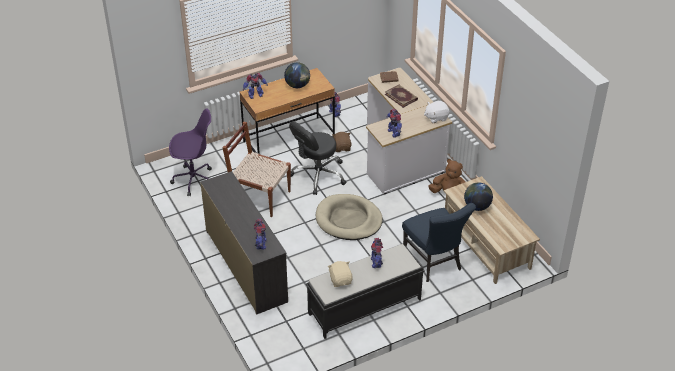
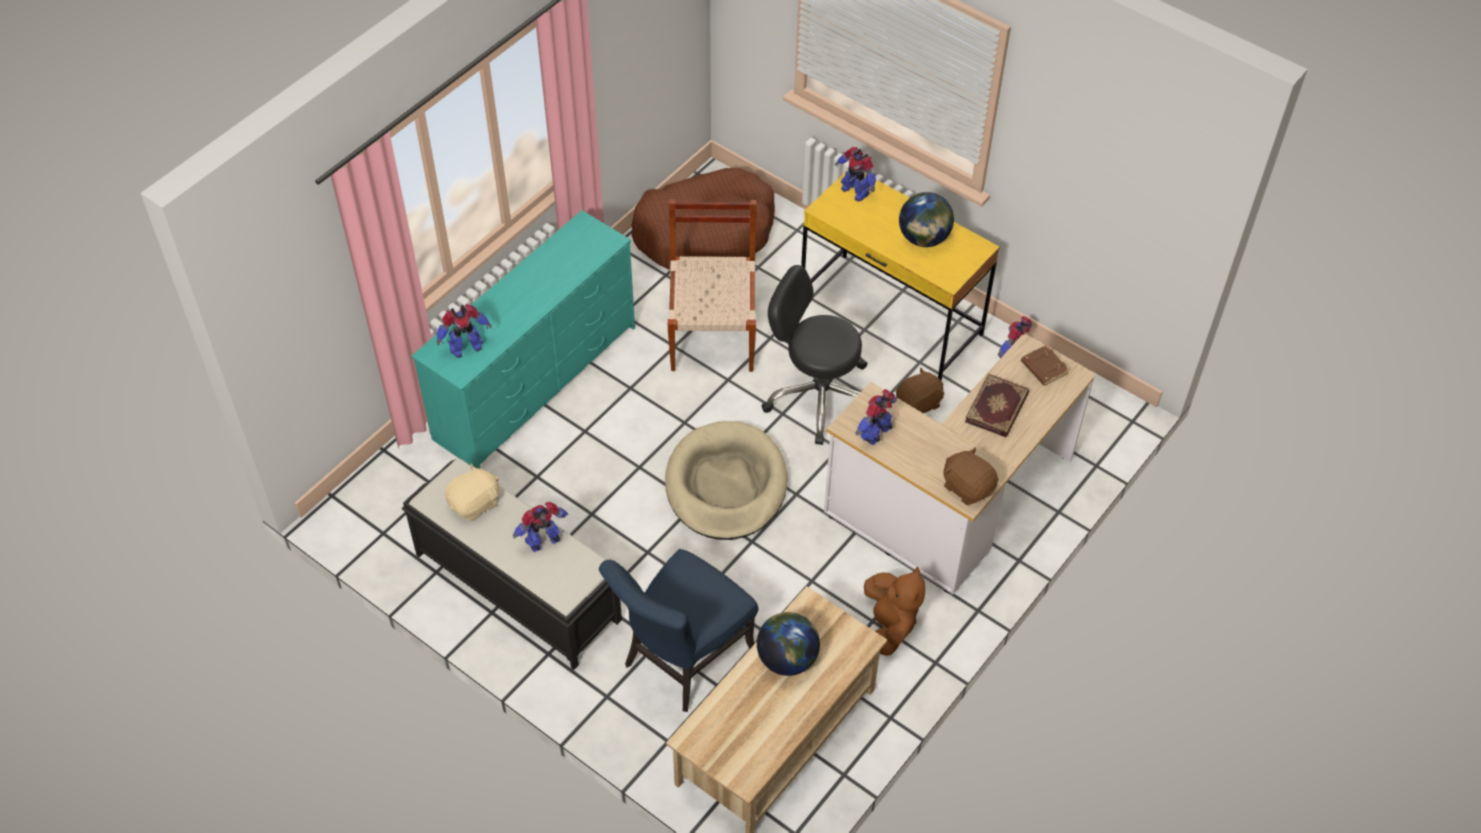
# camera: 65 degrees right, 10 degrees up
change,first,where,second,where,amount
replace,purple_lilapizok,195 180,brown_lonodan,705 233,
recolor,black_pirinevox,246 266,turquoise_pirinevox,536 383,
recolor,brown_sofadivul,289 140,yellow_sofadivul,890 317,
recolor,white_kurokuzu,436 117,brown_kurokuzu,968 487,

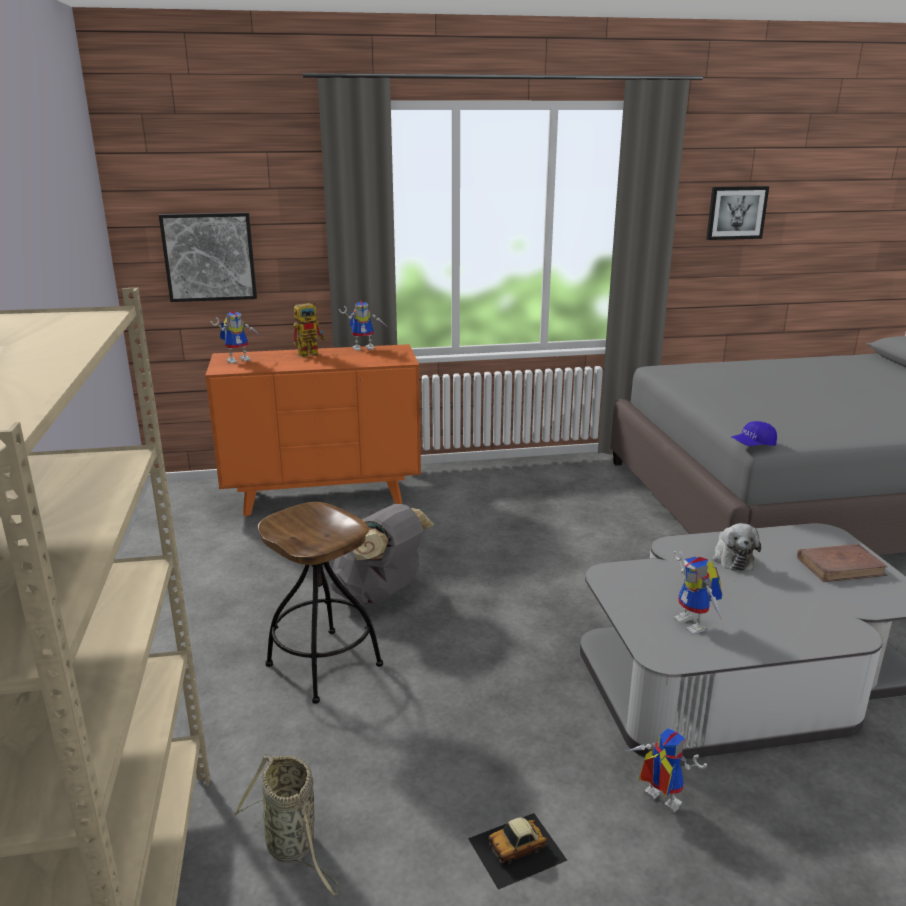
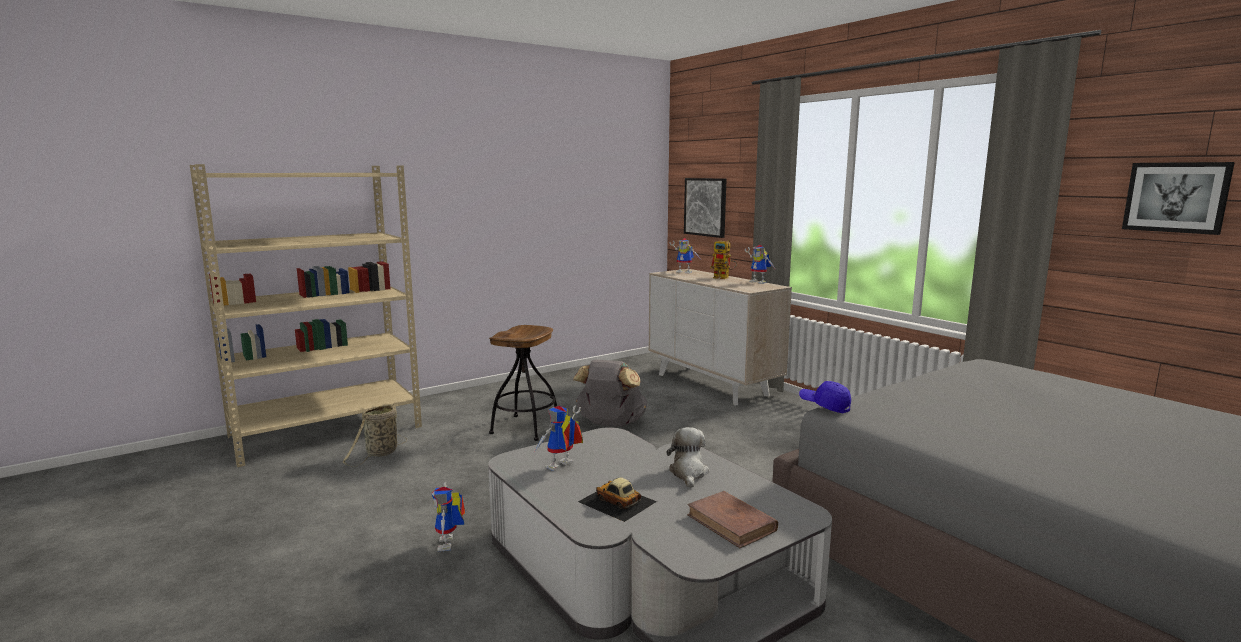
# camera: 65 degrees right, 10 degrees down
change,first,where,second,where,amount
recolor,orange_pirinevox,323 495,white_pirinevox,712 384,
move,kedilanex,517 849,,617 502,
rotate,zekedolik,656 801,,449 545,150 degrees clockwise
rotate,kurokuzu,732 558,,688 473,120 degrees clockwise

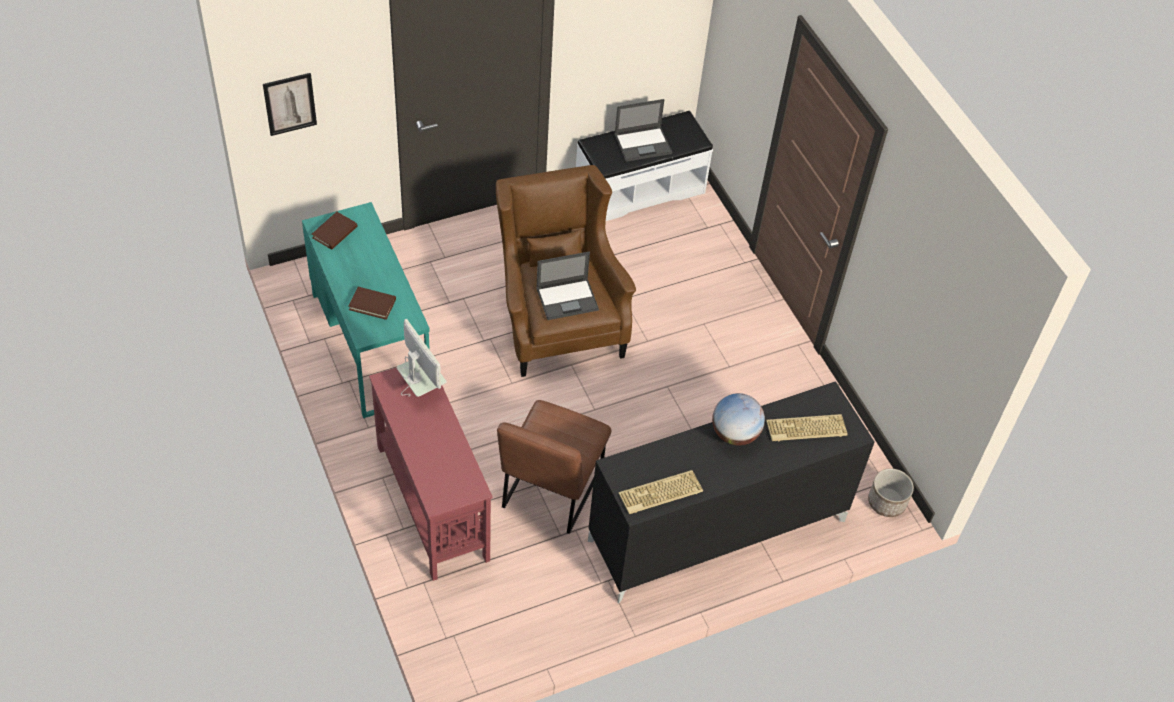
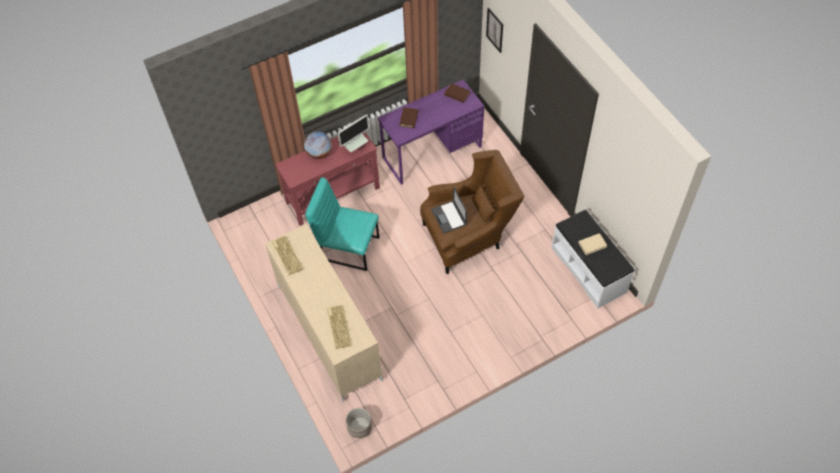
# camera: 90 degrees right, 5 degrees up
change,first,where,second,where,amount
recolor,turquoise_sofadivul,371 344,purple_sofadivul,432 152,
recolor,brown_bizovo,550 488,turquoise_bizovo,348 247,
recolor,black_pirinevox,717 531,beige_pirinevox,328 332,
replace,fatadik,643 144,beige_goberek,592 244,
move,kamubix,735 434,,319 153,

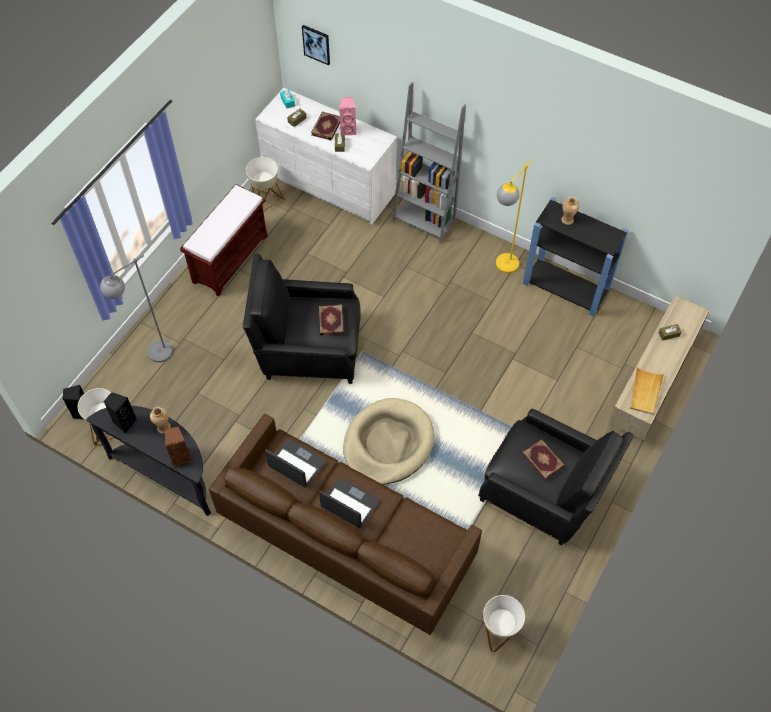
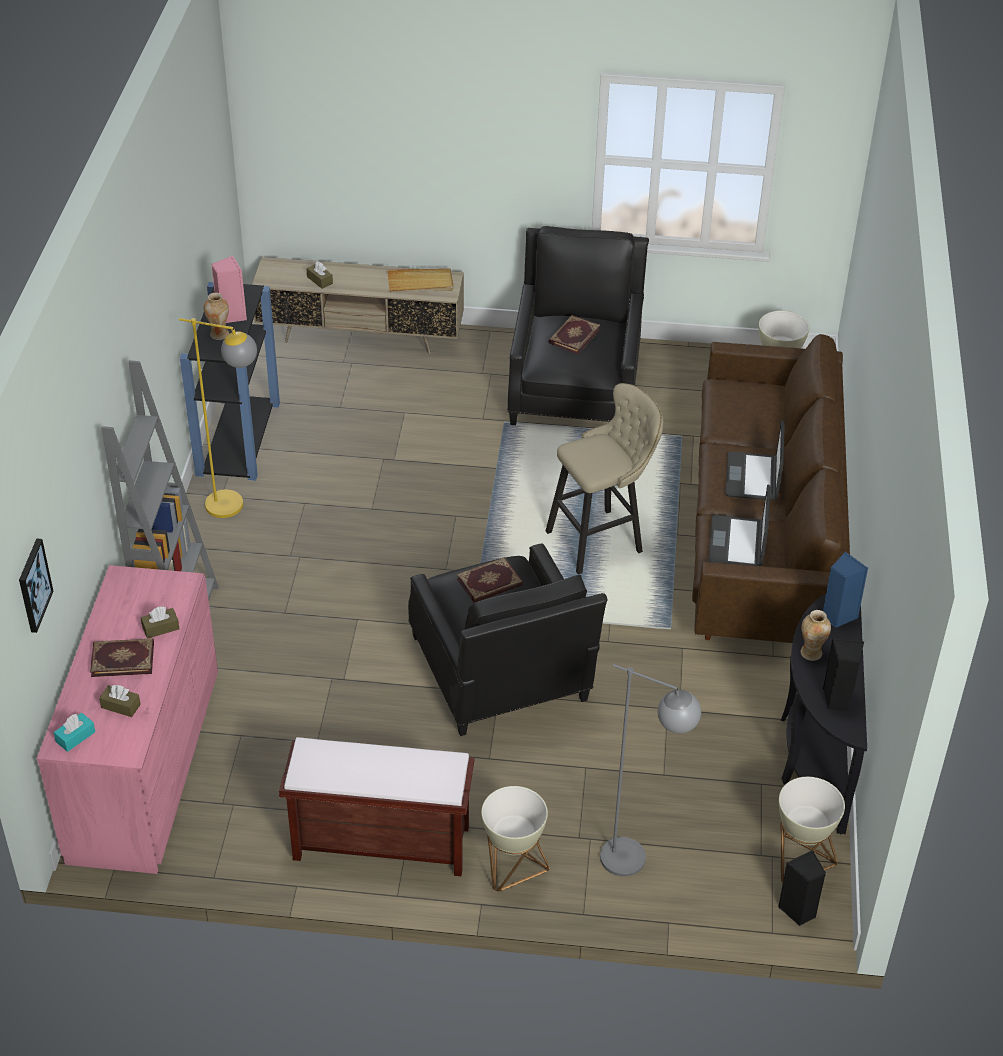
# camera: 115 degrees left, 15 degrees down
change,first,where,second,where,amount
recolor,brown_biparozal,181 456,blue_biparozal,837 616,
move,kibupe,266 199,,512 868,
recolor,white_pirinevox,329 184,pink_pirinevox,144 768,
move,pink_biparozal,348 130,,231 315,
replace,beige_lonodan,388 443,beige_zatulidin,604 538,

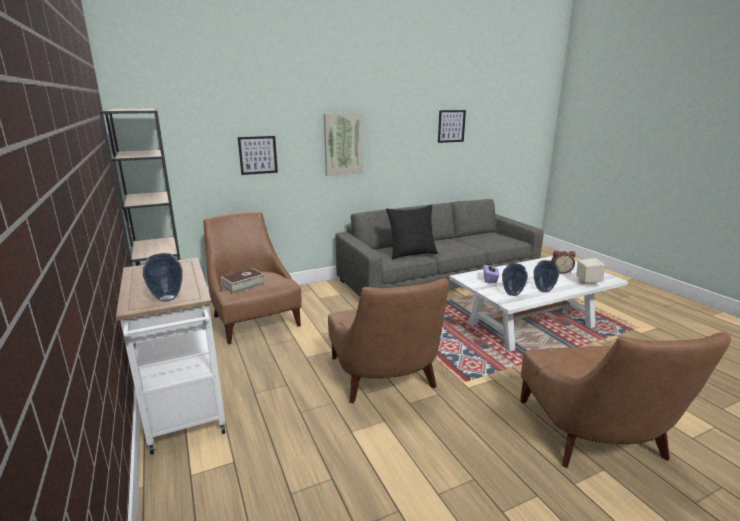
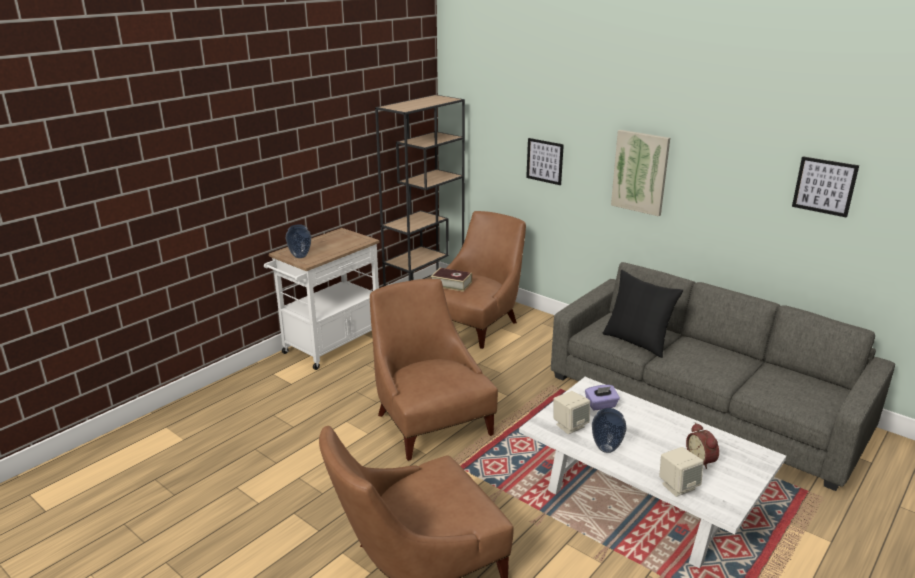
# camera: 65 degrees right, 5 degrees up
change,first,where,second,where,amount
rotate,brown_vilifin,385 379,,429 419,105 degrees clockwise
replace,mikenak,512 293,beige_biparozal,570 425,

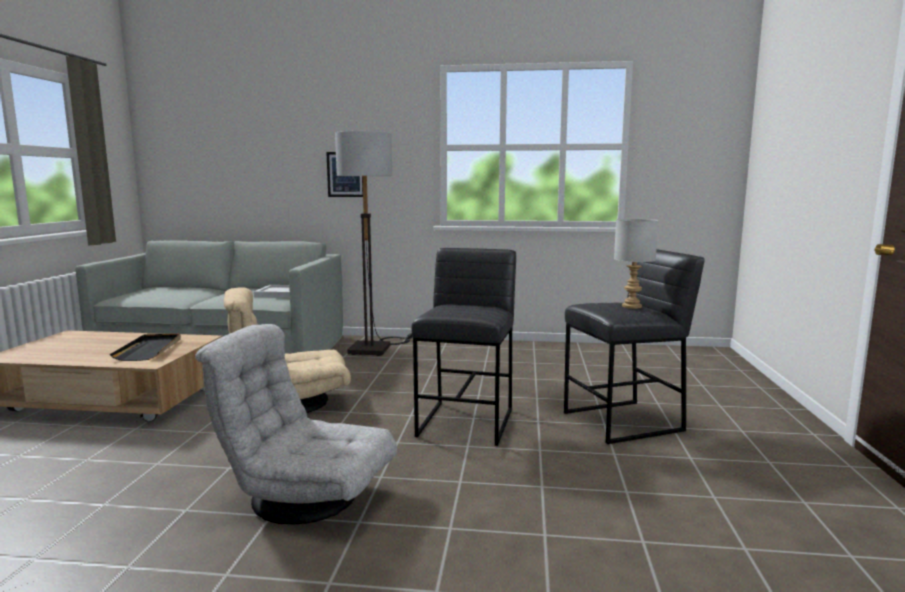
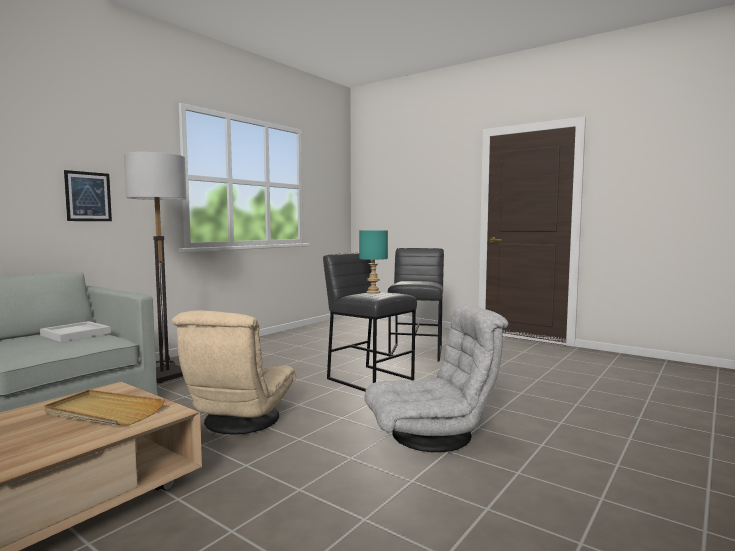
# camera: 60 degrees left, 5 degrees down
change,first,where,second,where,amount
recolor,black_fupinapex,149 349,beige_fupinapex,103 412,
rotate,grey_vilifin,308 496,,431 436,150 degrees counterclockwise
delete,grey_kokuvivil,631 306,,,
insert,,,turquoise_kokuvivil,373 292,

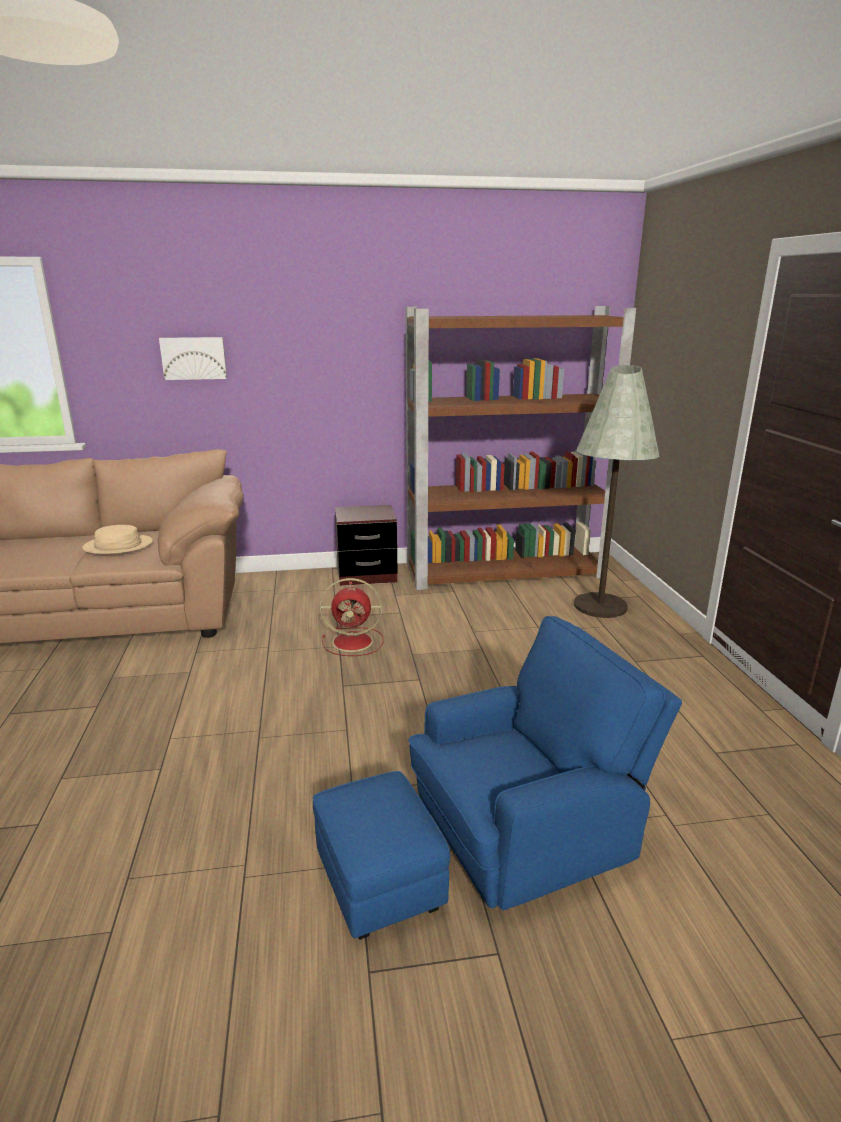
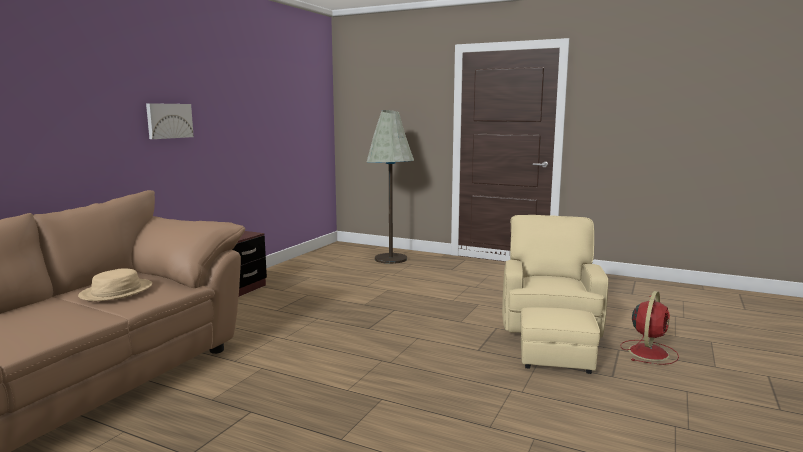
# camera: 55 degrees left, 10 degrees down
change,first,where,second,where,amount
move,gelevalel,194 358,,169 121,
recolor,blue_vilifin,494 841,beige_vilifin,551 331,
move,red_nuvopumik,354 642,,649 352,
delete,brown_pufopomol,504 571,,,

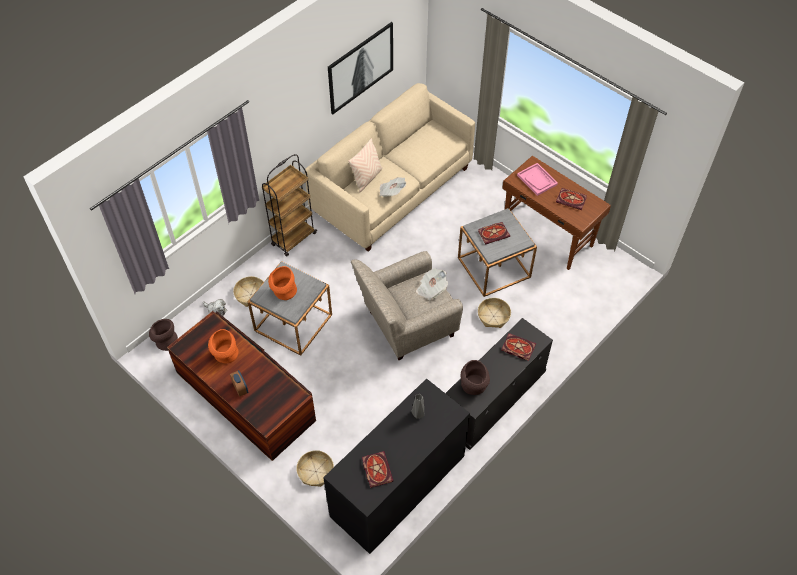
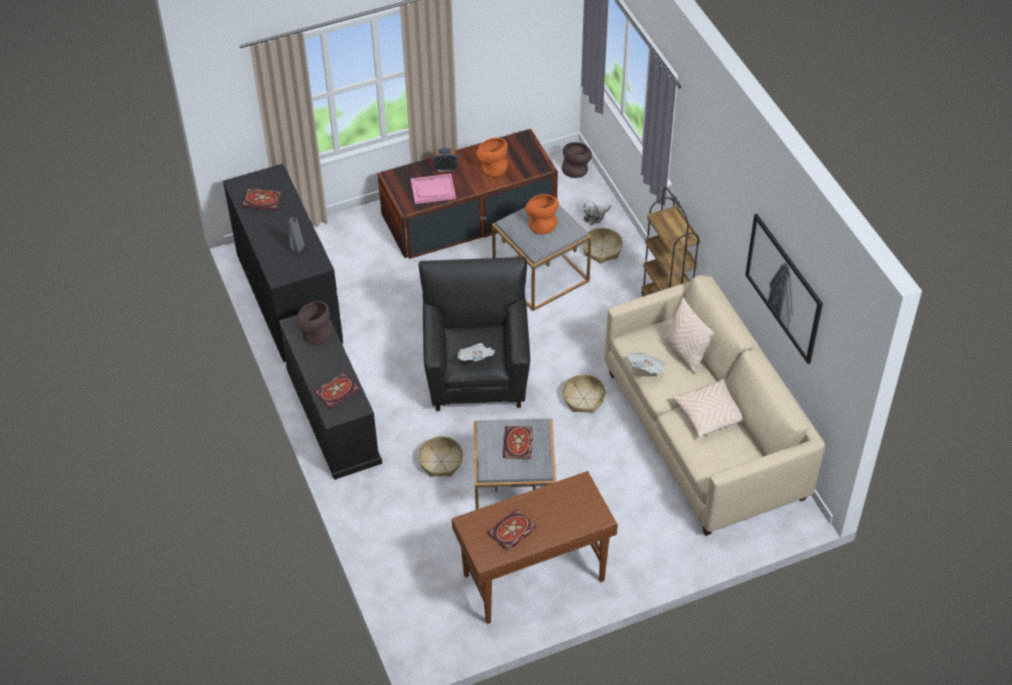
# camera: 115 degrees right, 5 degrees down
change,first,where,second,where,amount
move,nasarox,315 471,,583 398,
recolor,beige_vilifin,407 325,black_vilifin,476 373,
move,pink_fupinapex,537 180,,433 190,
insert,,,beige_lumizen,710 414,

